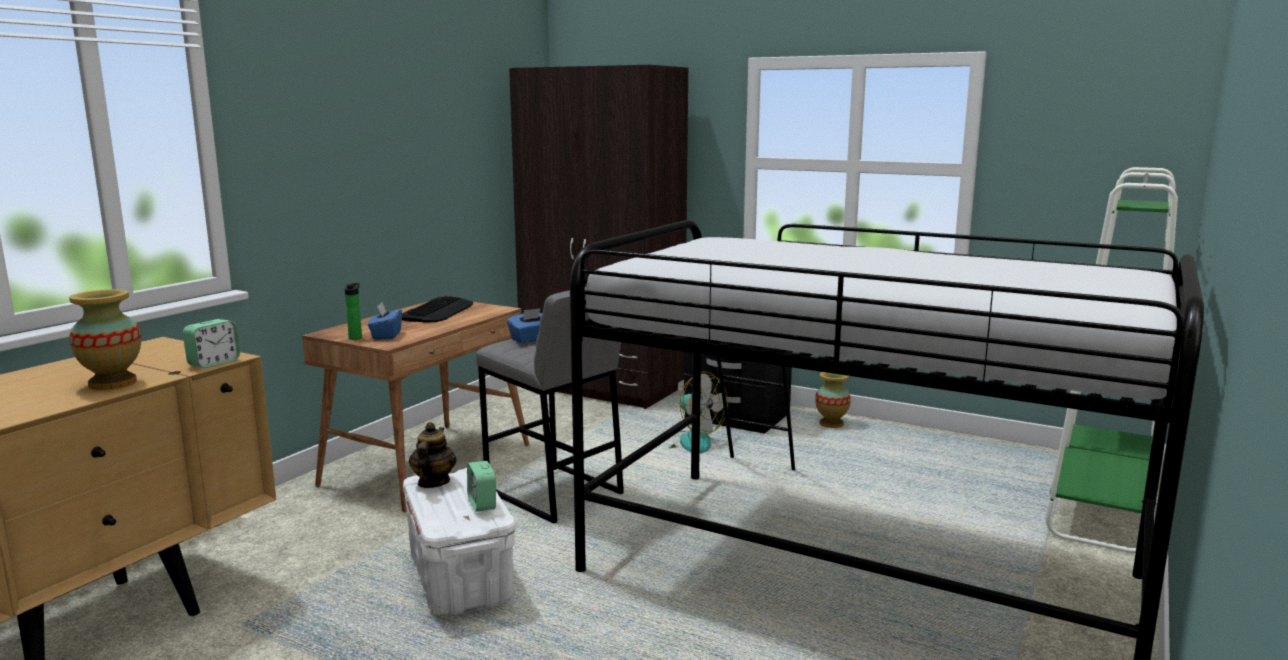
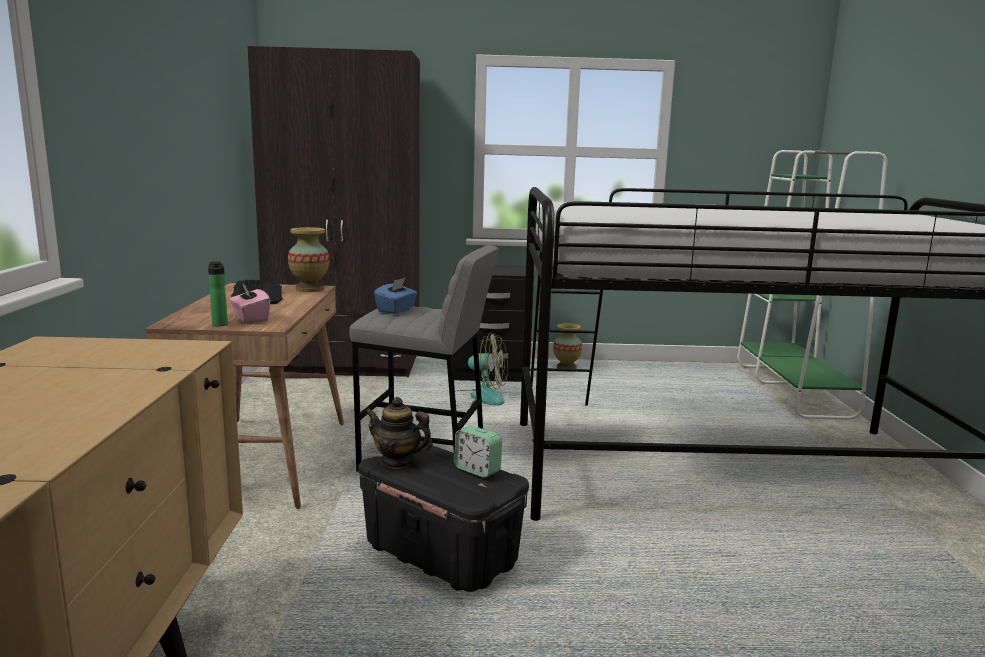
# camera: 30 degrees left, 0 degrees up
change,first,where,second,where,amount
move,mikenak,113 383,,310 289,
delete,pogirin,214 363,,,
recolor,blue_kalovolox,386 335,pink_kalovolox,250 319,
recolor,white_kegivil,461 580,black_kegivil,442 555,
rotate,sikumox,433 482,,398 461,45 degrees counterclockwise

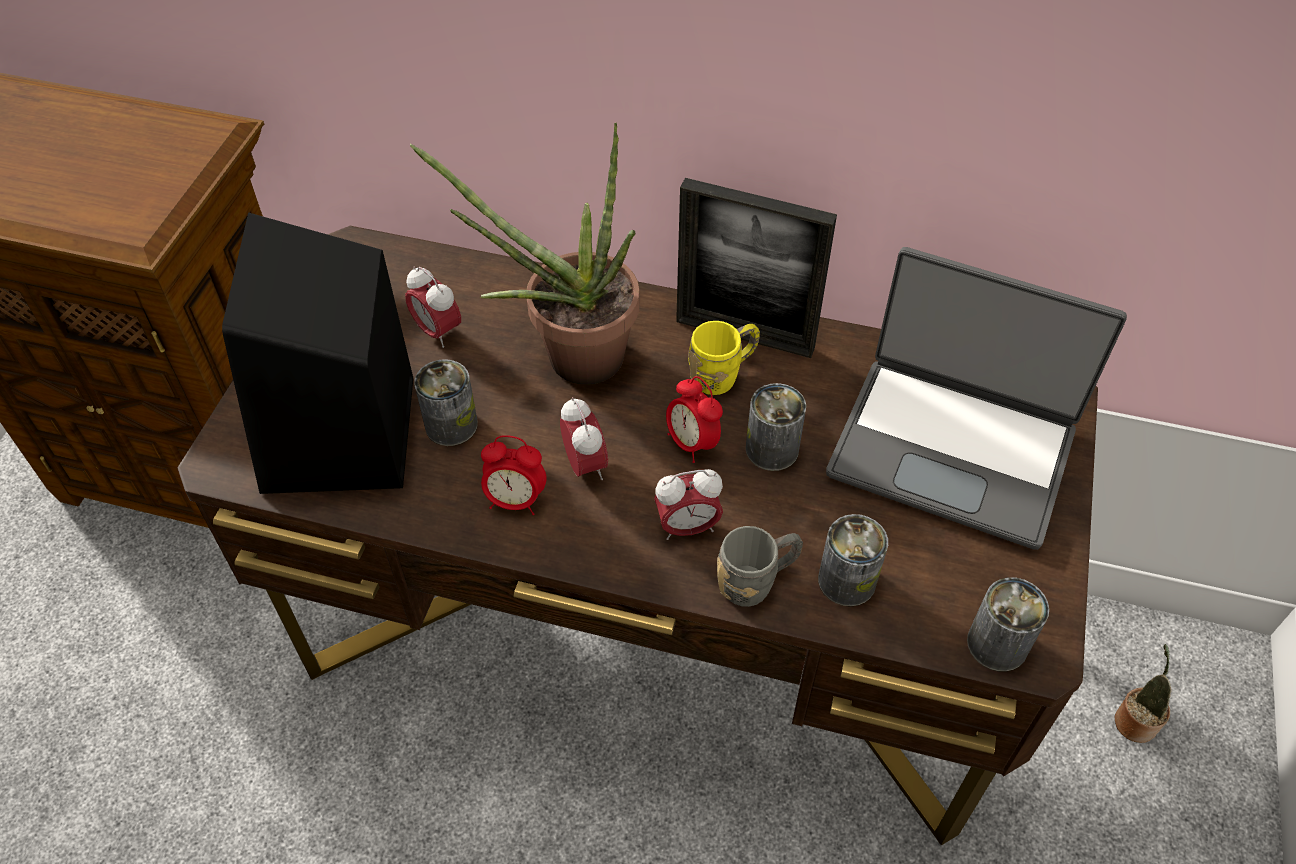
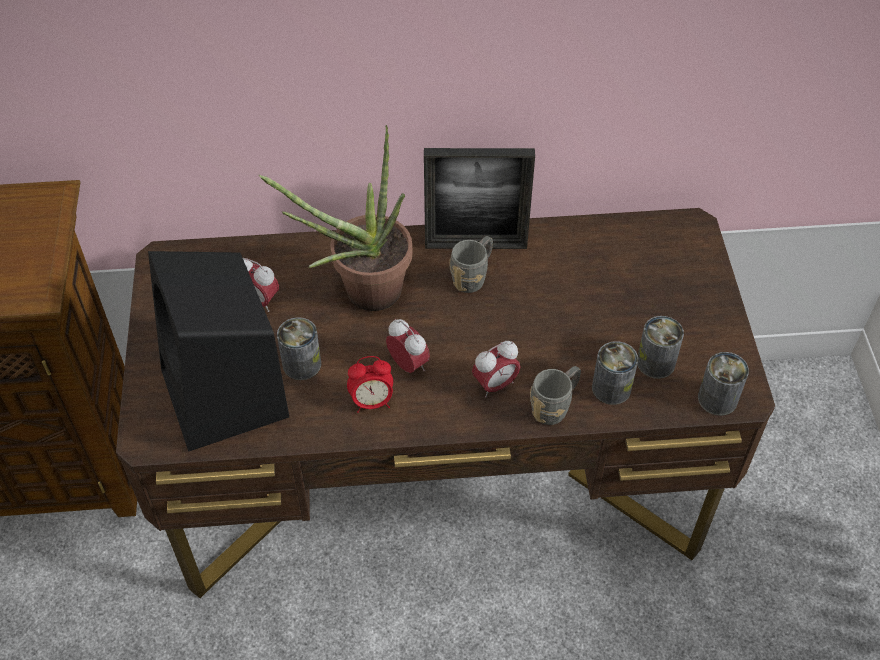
# camera: 20 degrees left, 0 degrees up
change,first,where,second,where,amount
delete,pogirin,692 443,,,
recolor,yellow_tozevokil,722 374,grey_tozevokil,473 276,
move,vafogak,772 449,,655 362,
delete,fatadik,953 449,,,
delete,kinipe,1134 720,,,

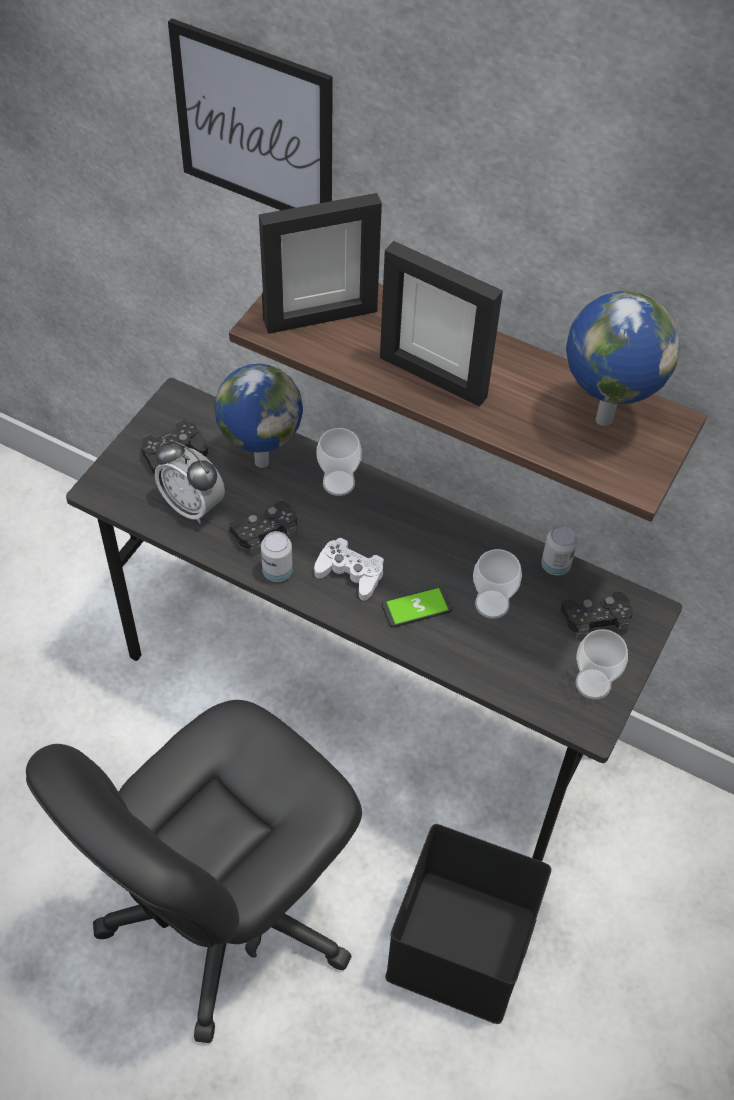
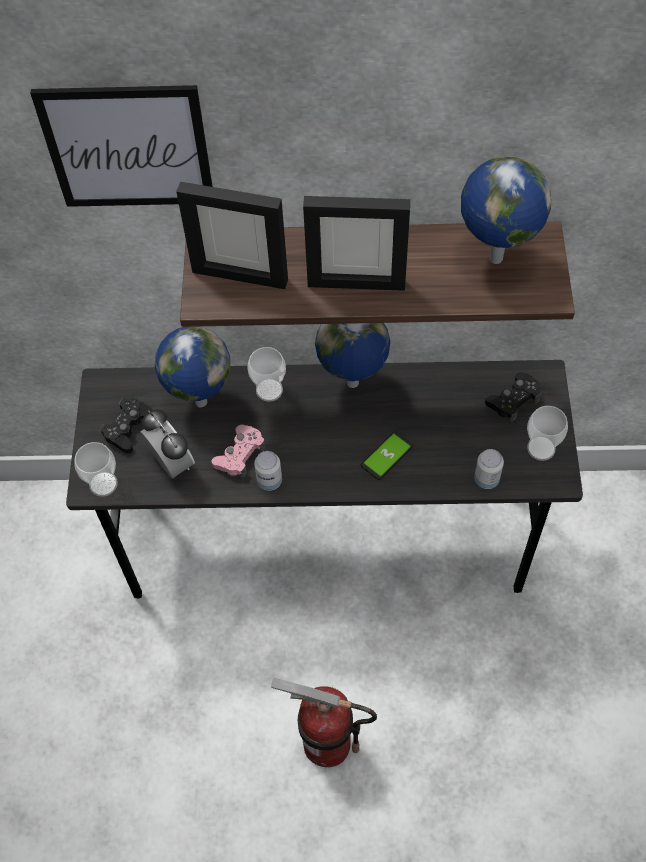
# camera: 25 degrees left, 5 degrees up
change,first,where,second,where,amount
replace,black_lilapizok,227 909,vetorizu,327 743,
rotate,pogirin,192 506,,172 463,135 degrees counterclockwise
recolor,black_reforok,265 531,pink_reforok,240 455,
rotate,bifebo,320 316,,240 274,60 degrees clockwise
delete,white_reforok,350 573,,,
delete,black_kegivil,463 949,,,
move,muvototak,492 604,,103 484,
move,vafogak,555 565,,486 479,
insert,,,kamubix,353 384,

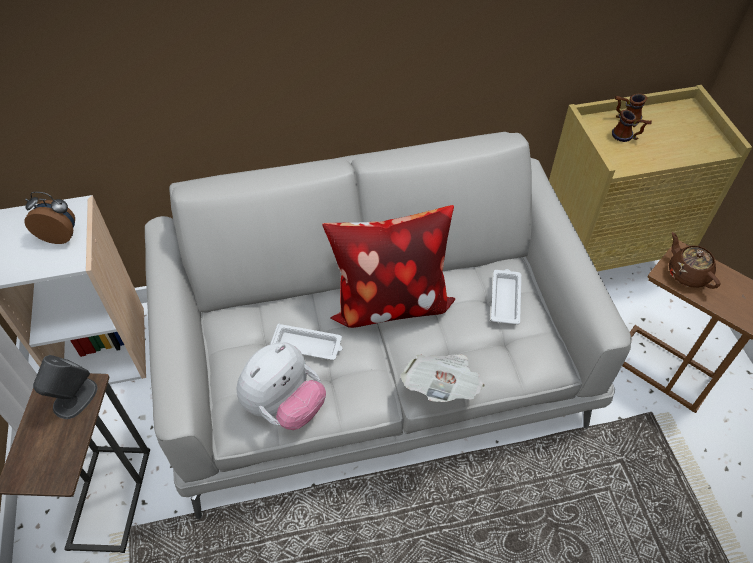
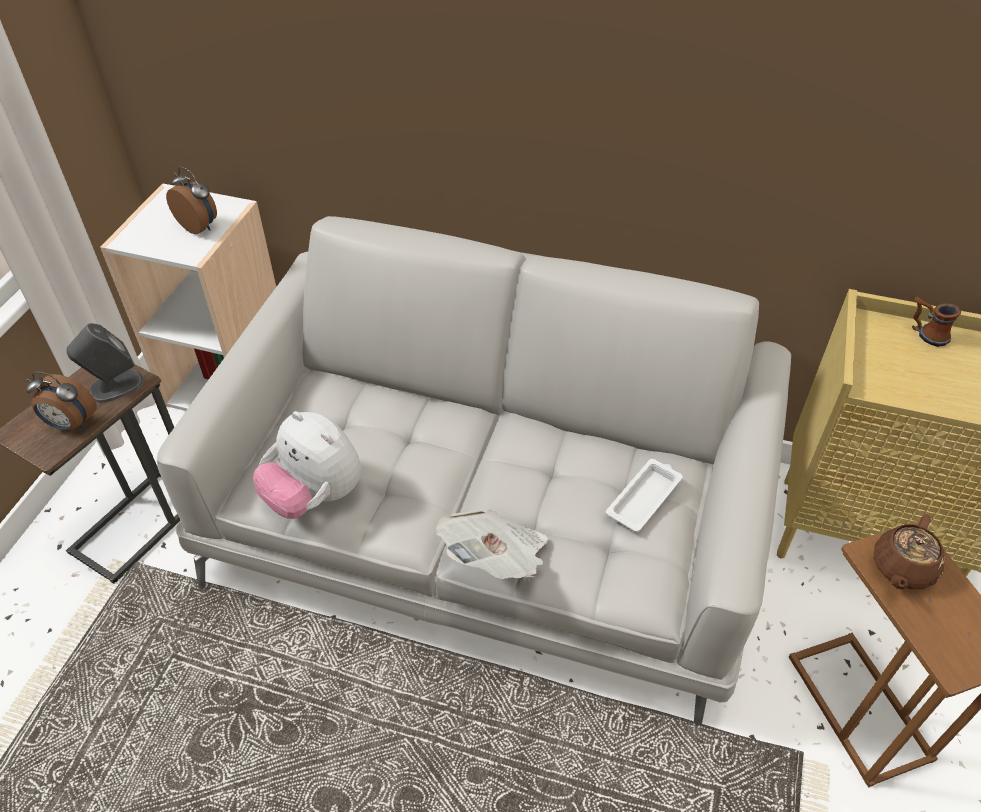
# camera: 30 degrees right, 5 degrees down
change,first,where,second,where,amount
rotate,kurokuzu,284 405,,314 496,60 degrees clockwise
delete,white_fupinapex,308 345,,,
delete,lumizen,389 301,,,
delete,tozevokil,627 137,,,
rotate,brown_sikumox,687 273,,902 568,150 degrees counterclockwise
insert,,,pogirin,71 424,

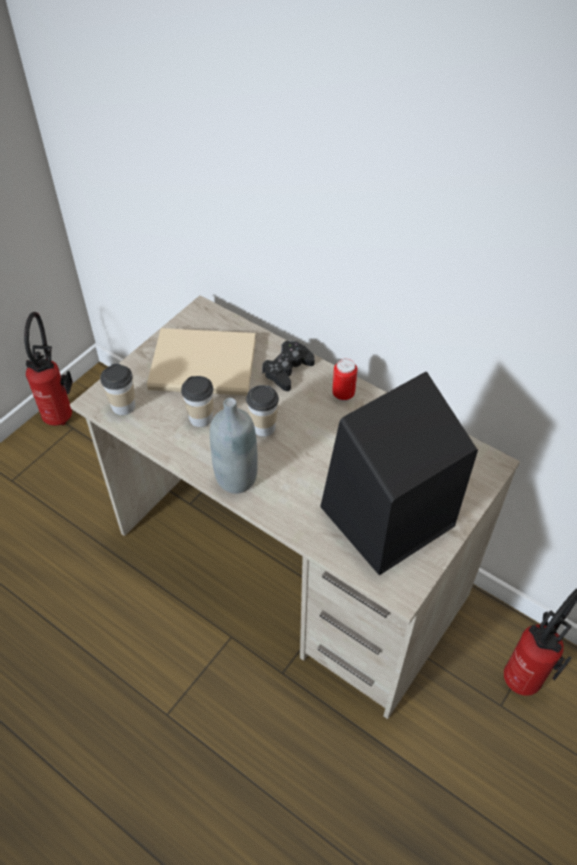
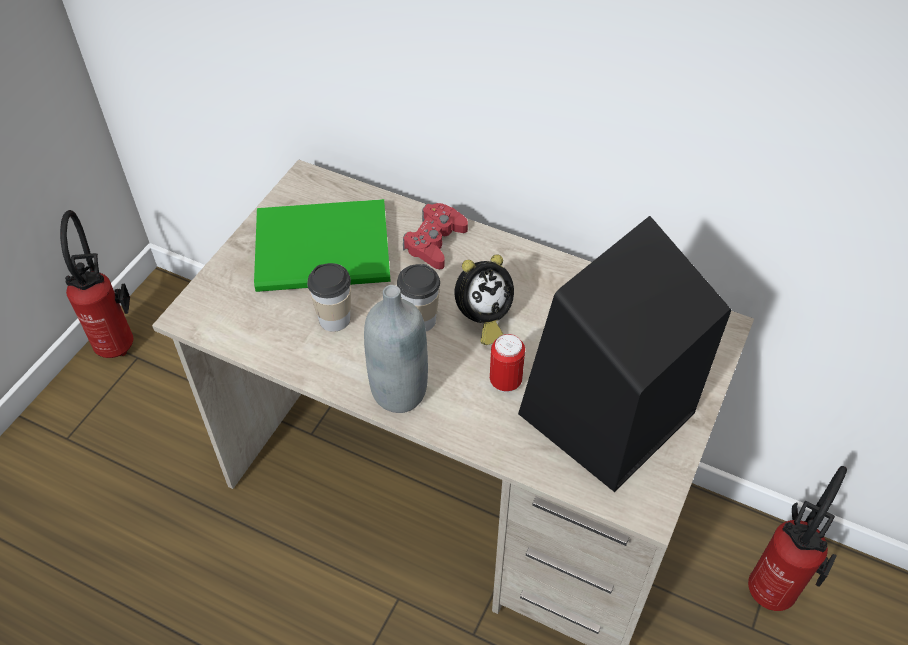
# camera: 10 degrees left, 0 degrees up
change,first,where,second,where,amount
delete,muvototak,123 406,,,
recolor,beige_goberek,206 367,green_goberek,327 252,
recolor,black_reforok,287 370,red_reforok,435 242,
move,vafogak,343 394,,505 382,
insert,,,pogirin,482 320,

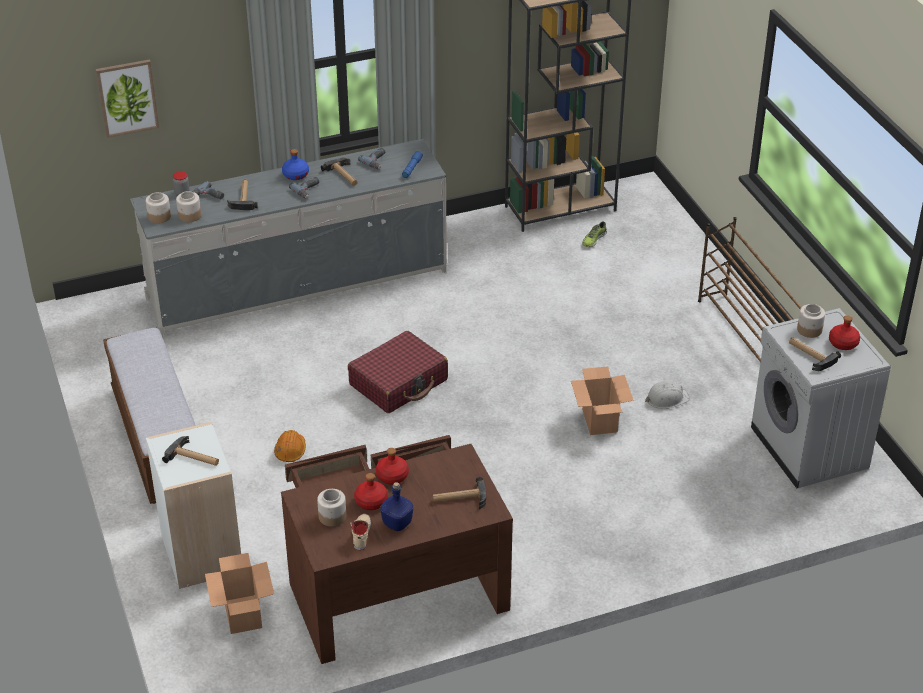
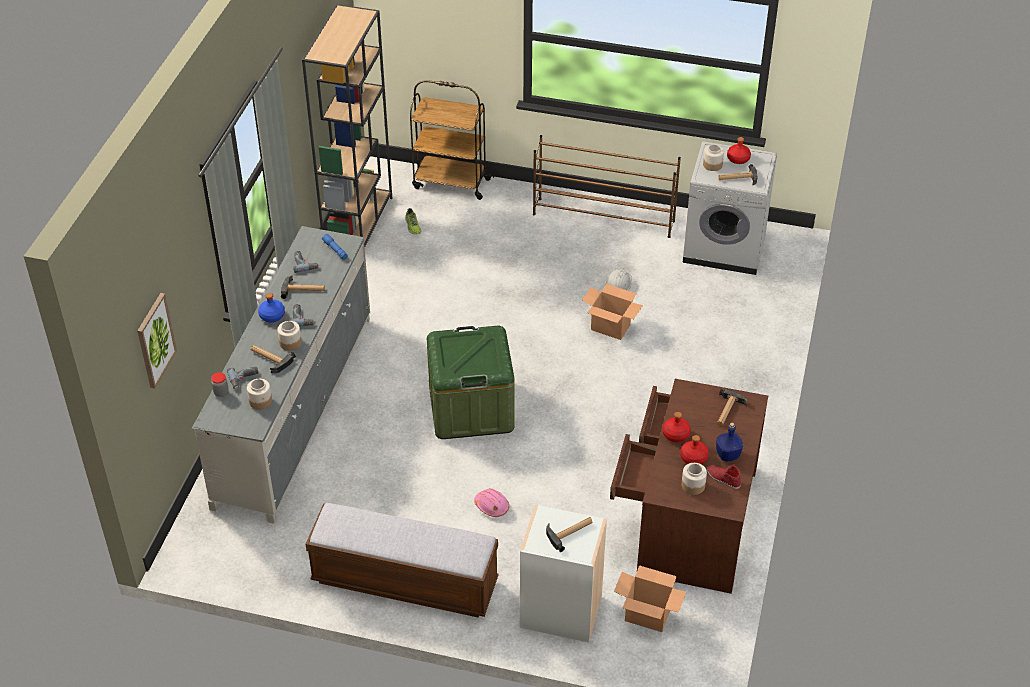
# camera: 55 degrees left, 5 degrees up
change,first,where,second,where,amount
move,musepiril,159 217,,290 343,
recolor,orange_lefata,290 451,pink_lefata,492 506,
replace,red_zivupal,399 382,green_kegivil,471 408,
recolor,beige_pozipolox,361 533,red_pozipolox,723 478,
insert,,,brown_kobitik,450 183,

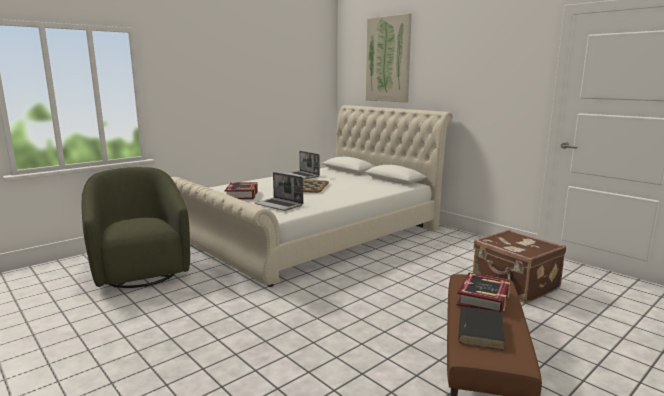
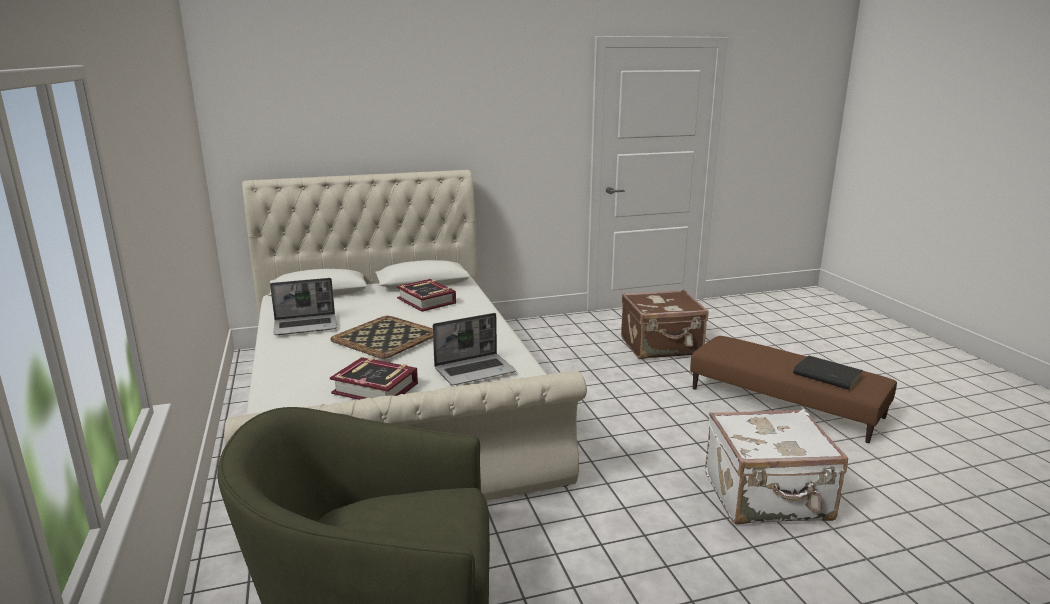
# camera: 65 degrees left, 5 degrees up
change,first,where,second,where,amount
delete,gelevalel,388 59,,,
move,goberek,484 299,,427 301,
insert,,,white_zivupal,768 498,

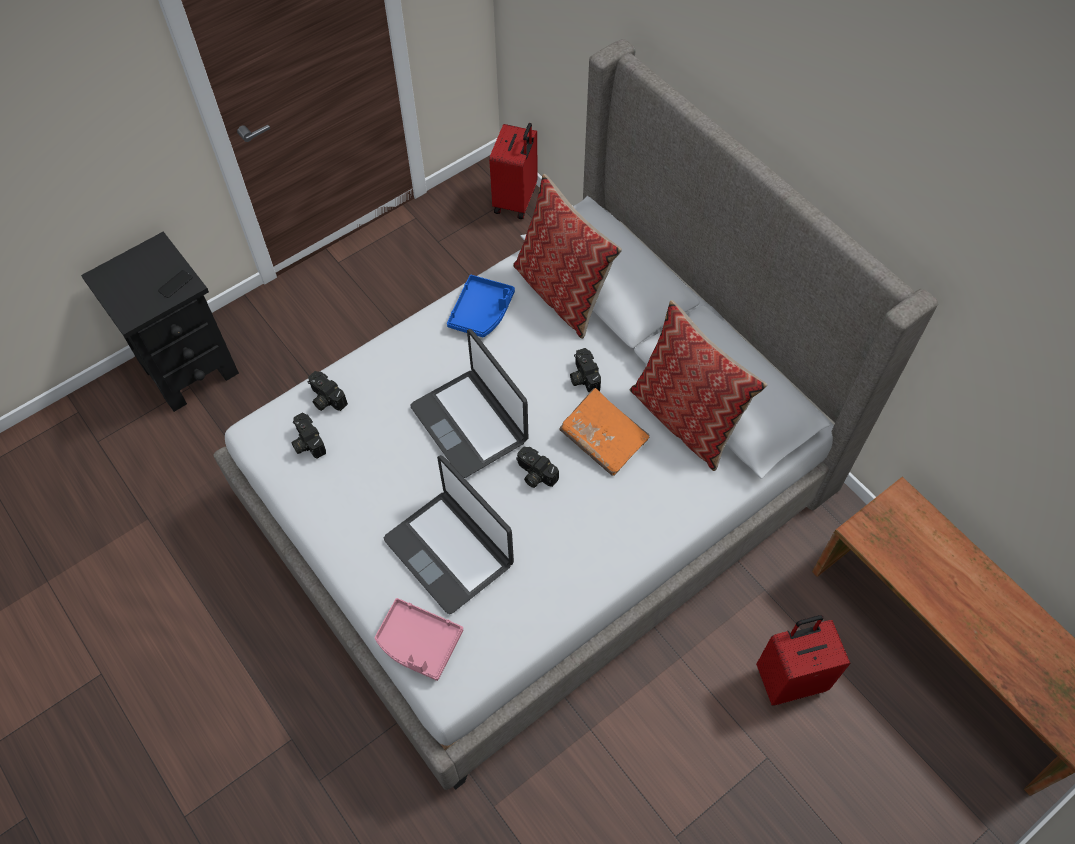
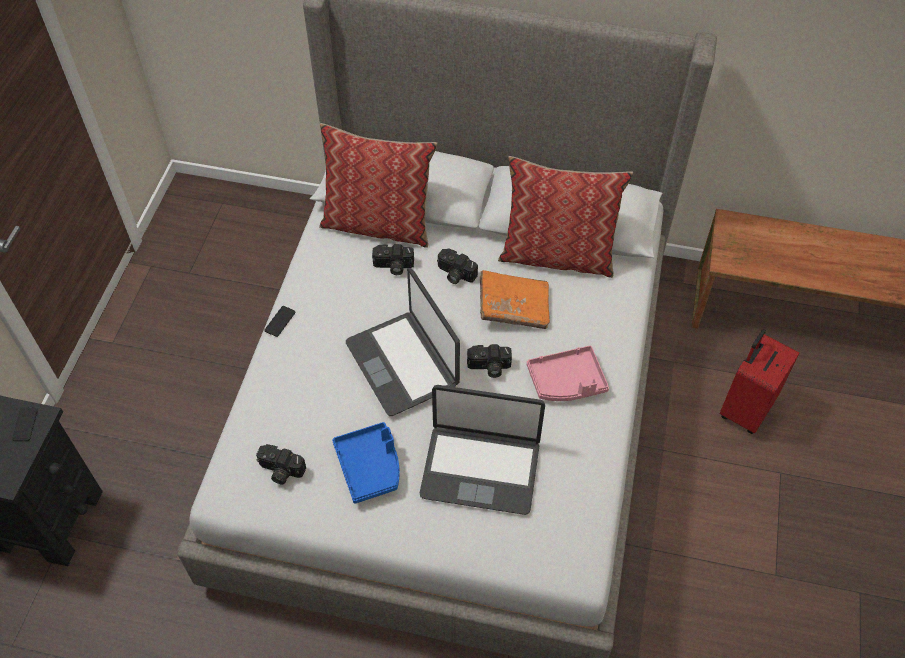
# camera: 40 degrees left, 5 degrees down
change,first,where,second,where,amount
move,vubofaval,325 399,,393 266,
move,pink_fupinapex,418 643,,567 381,
rotate,fatadik,470 423,,403 363,45 degrees clockwise
move,blue_fupinapex,482 312,,370 466,
delete,red_zivupal,516 200,,,
insert,,,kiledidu,280 321,

